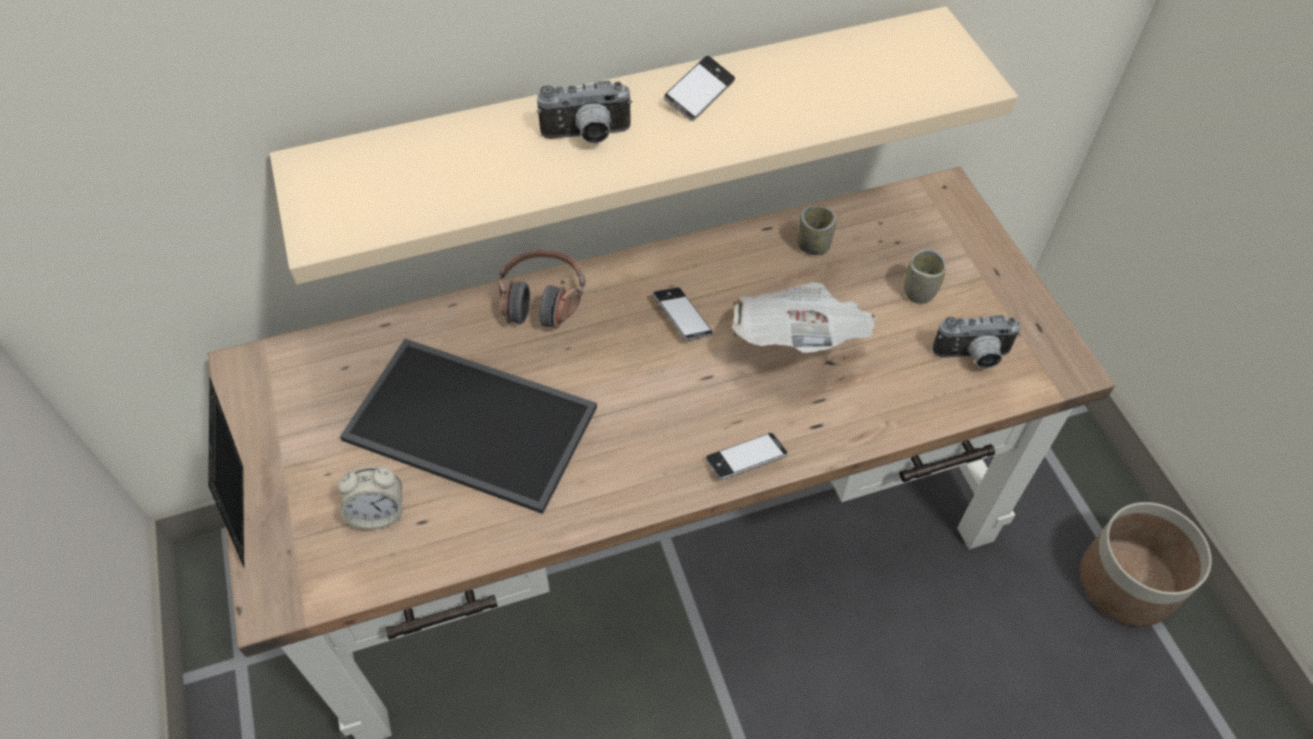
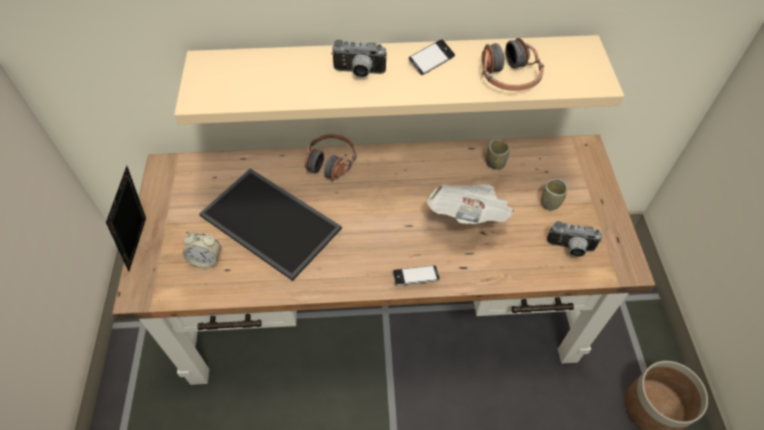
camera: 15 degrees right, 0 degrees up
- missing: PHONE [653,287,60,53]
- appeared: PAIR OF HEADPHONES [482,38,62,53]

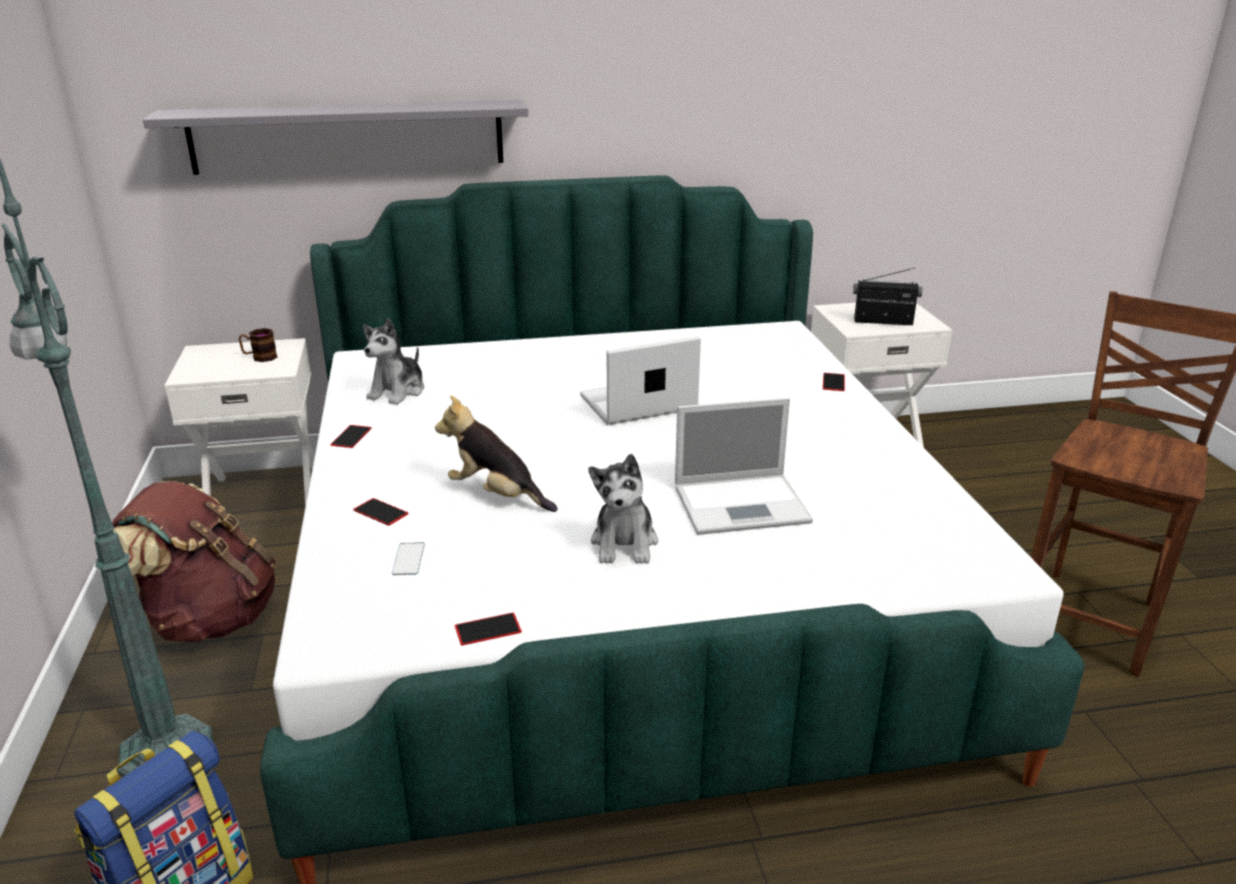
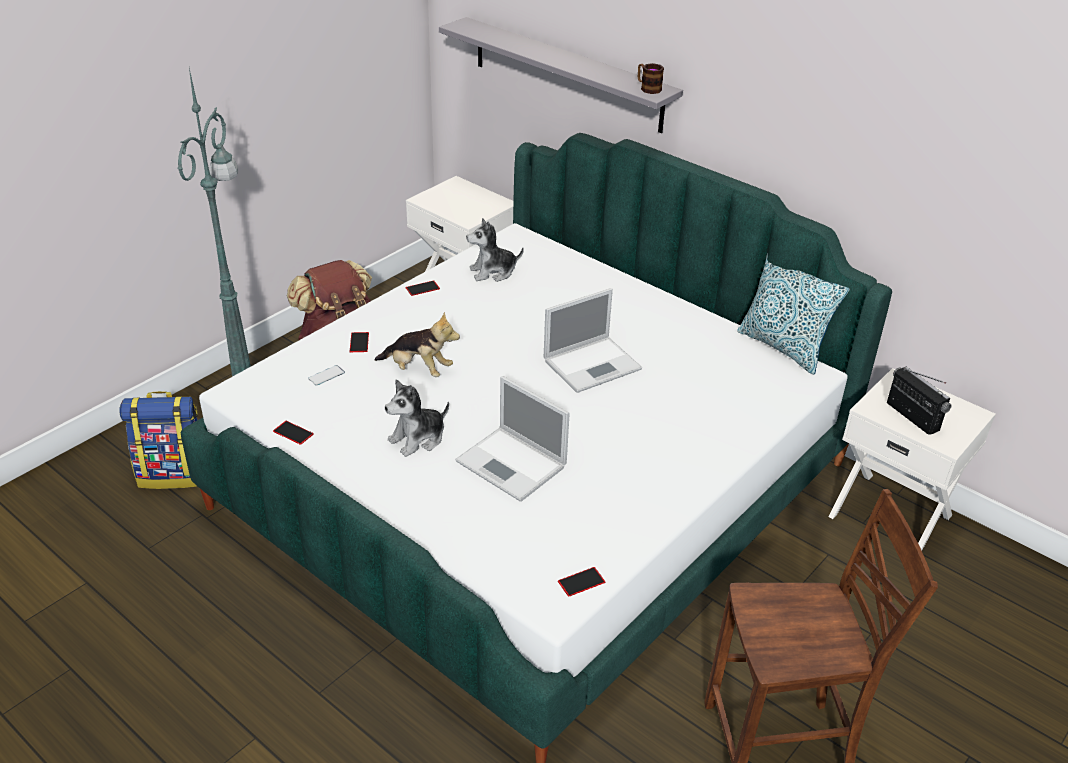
camera: 50 degrees right, 10 degrees up
- relocated: MUG [239,328,38,34] to [638,63,26,31]
- spun: LAPTOP [580,336,121,89] = [544,288,98,105] 120 degrees clockwise
- relocated: PHONE [823,373,22,18] to [558,567,47,30]
- spun: PLUSH TOY [435,395,123,117] = [374,312,86,65] 120 degrees clockwise
- appeared: THROW PILLOW [737,252,113,123]

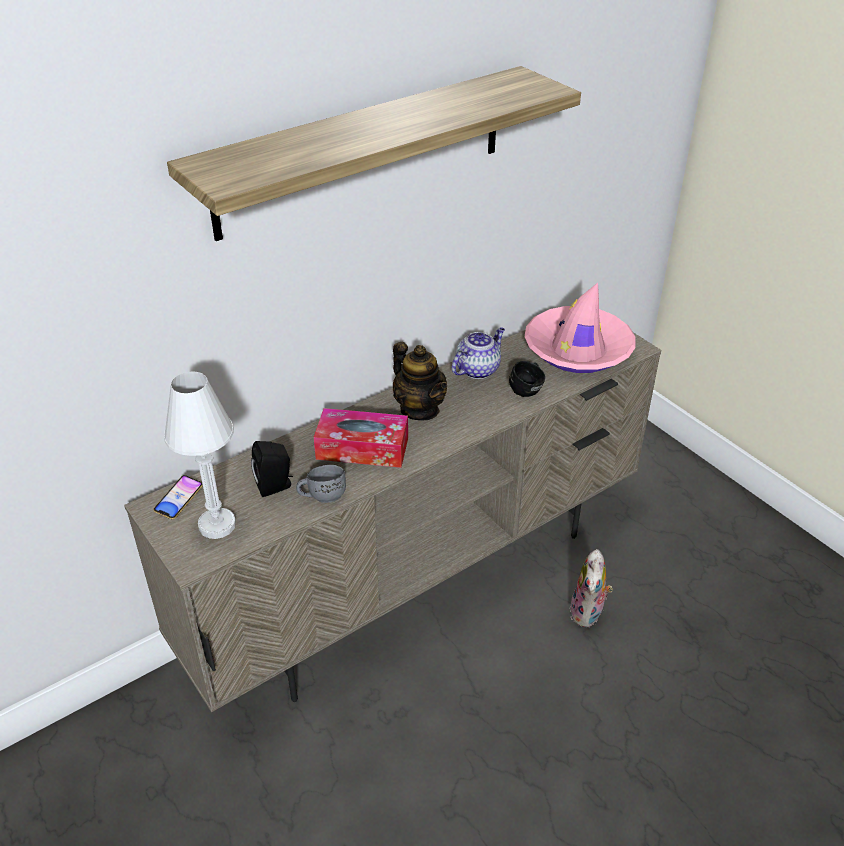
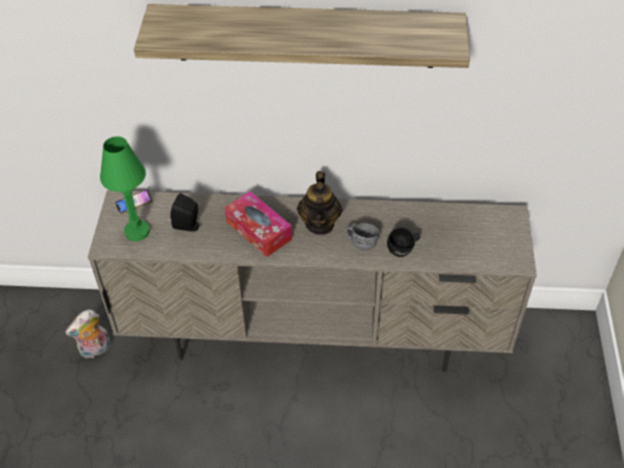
camera: 40 degrees right, 10 degrees up
- missing: PINK-COLOURED WEARABLE HAT [525,283,111,90]
- missing: TEA POT [452,328,53,51]
- colour: WHITE LAMP FOR A TABLE [164,371,72,168] to GREENISH LAMP FOR A TABLE [100,136,50,105]
- relocated: GREY MUG [296,465,50,38] to [345,223,34,27]
- relocated: PLUSH TOY [570,549,43,78] to [65,309,45,50]

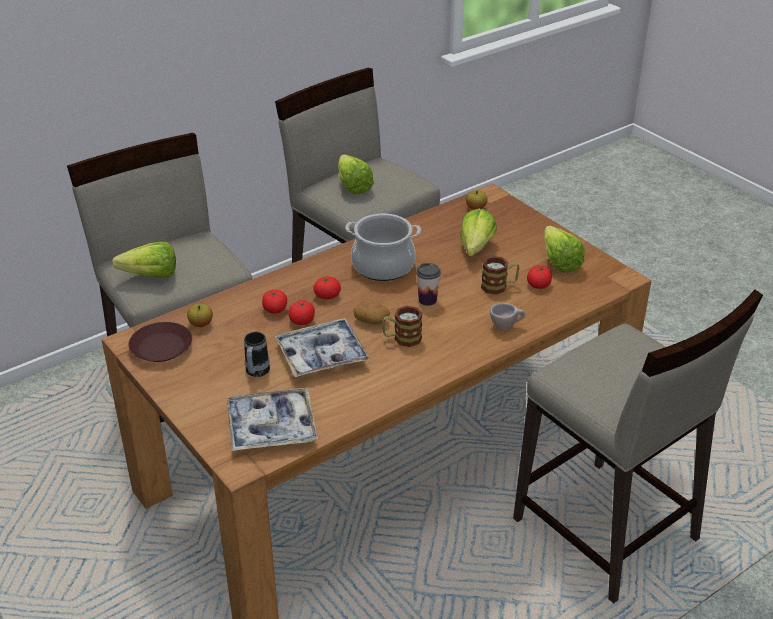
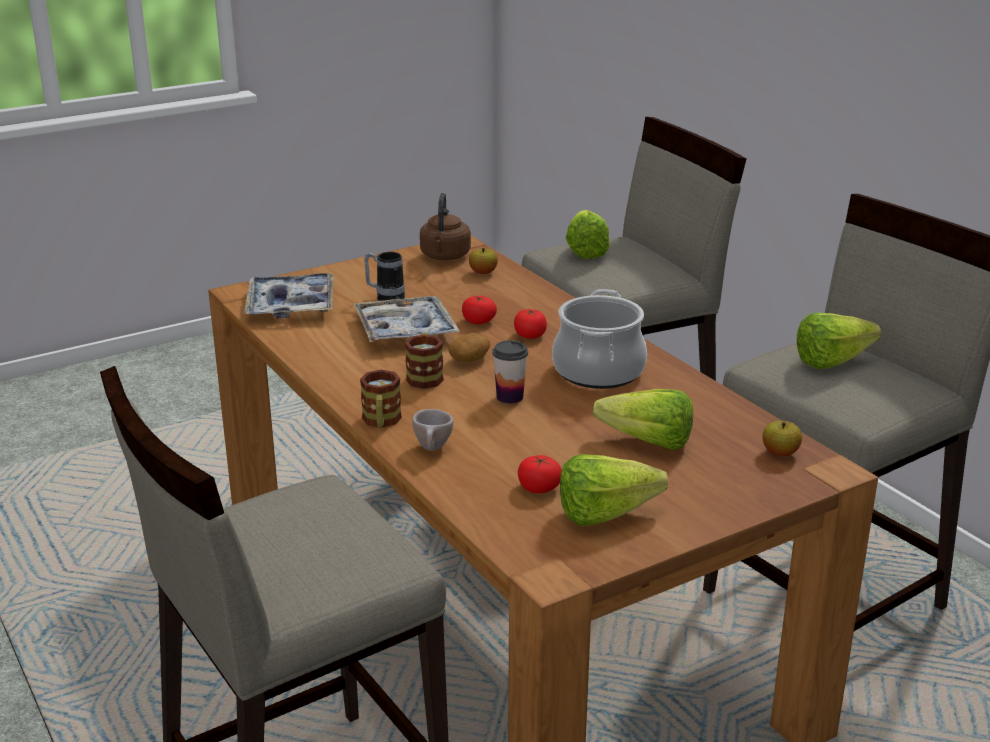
camera: 95 degrees right, 10 degrees down
- relocated: MUG [481,256,39,39] to [360,370,42,58]
- missing: WHOLE TOMATO [262,290,25,24]
- exchanged: BROWNISH PLATE [128,322,64,40] to BROWNISH TEA KETTLE [420,193,51,67]

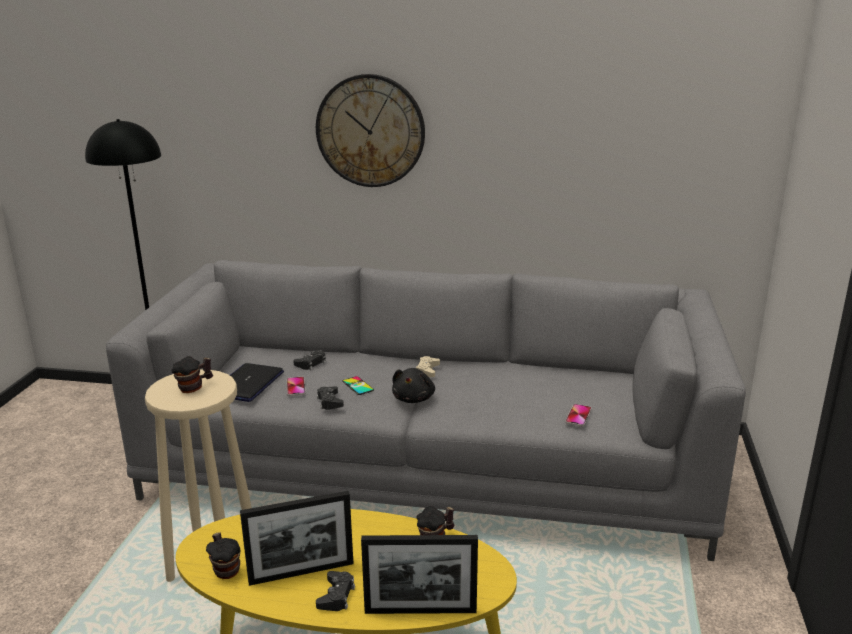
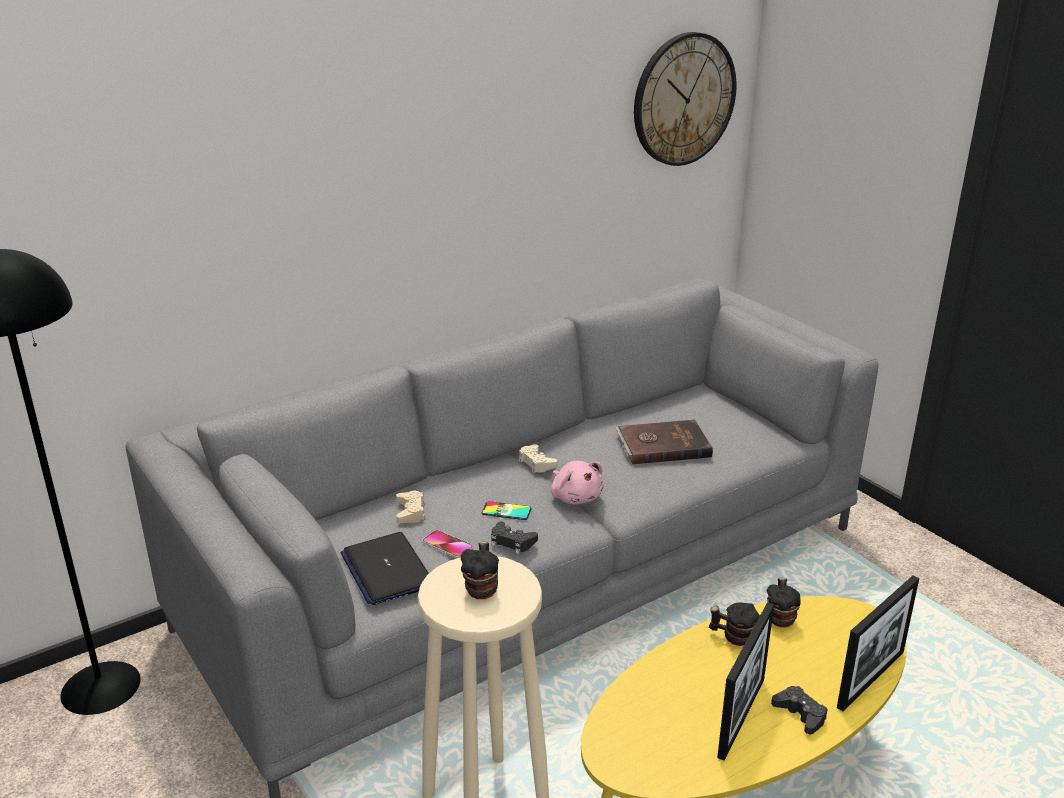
camera: 45 degrees left, 5 degrees up
- relocated: HANGING CLOCK [316,74,109,113] to [634,32,102,134]
- colour: BLACKISH JOYPAD [293,350,33,20] to BEIGE JOYPAD [396,491,29,32]
- colour: BLACKISH PLUSH TOY [392,368,43,35] to PINK-COLOURED PLUSH TOY [551,461,53,43]
- missing: PHONE [565,404,27,23]
- relocated: MUG [206,532,34,47] to [709,602,51,44]
- appeared: BROWNISH BOUND BOOK [616,420,97,44]

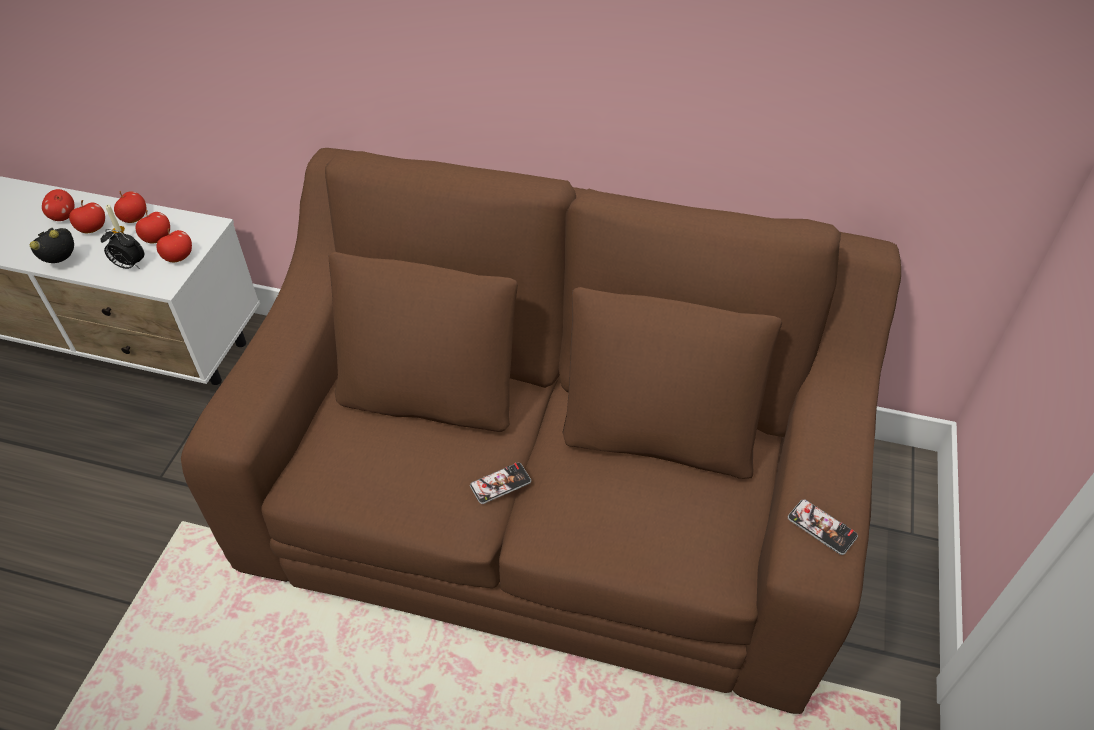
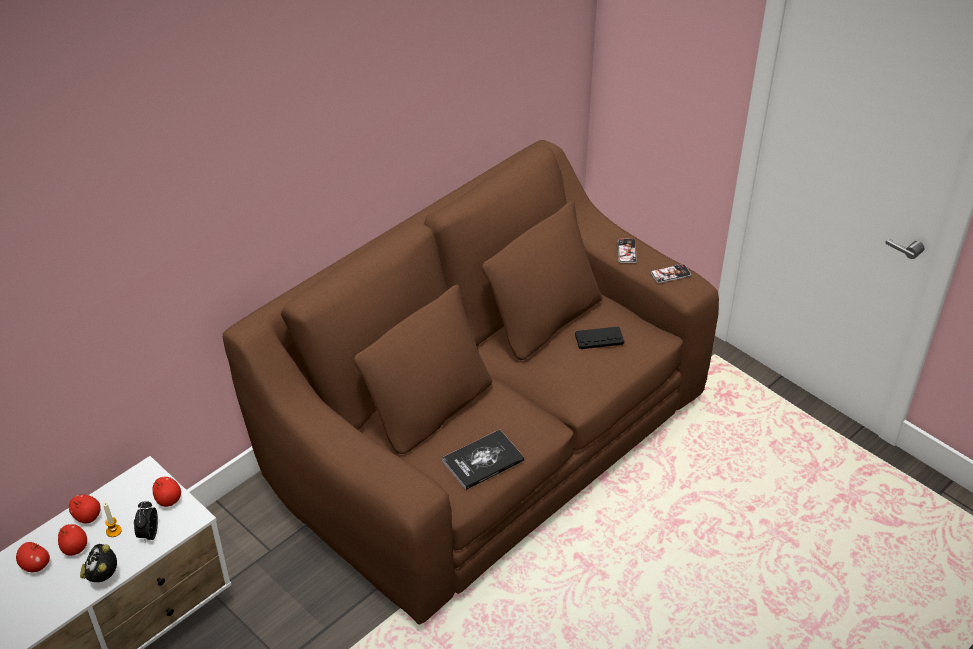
camera: 60 degrees left, 5 degrees down
- missing: APPLE FRUIT [135,210,35,33]
- spun: BEDSIDE CLOCK [100,229,44,40] = [134,501,24,41] 135 degrees clockwise
- relocated: PHONE [470,463,61,41] to [618,239,19,24]
- appeared: BLACKISH JOYPAD [575,326,49,23]
- appeared: BOUND BOOK [442,429,83,61]

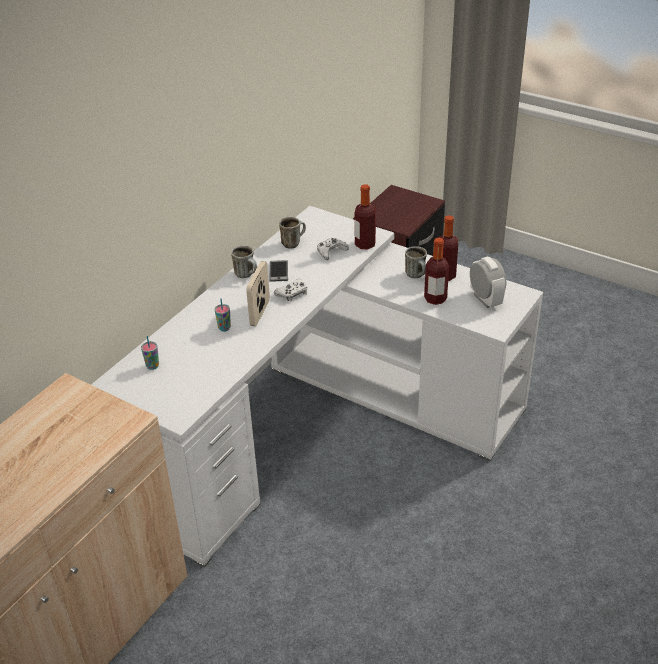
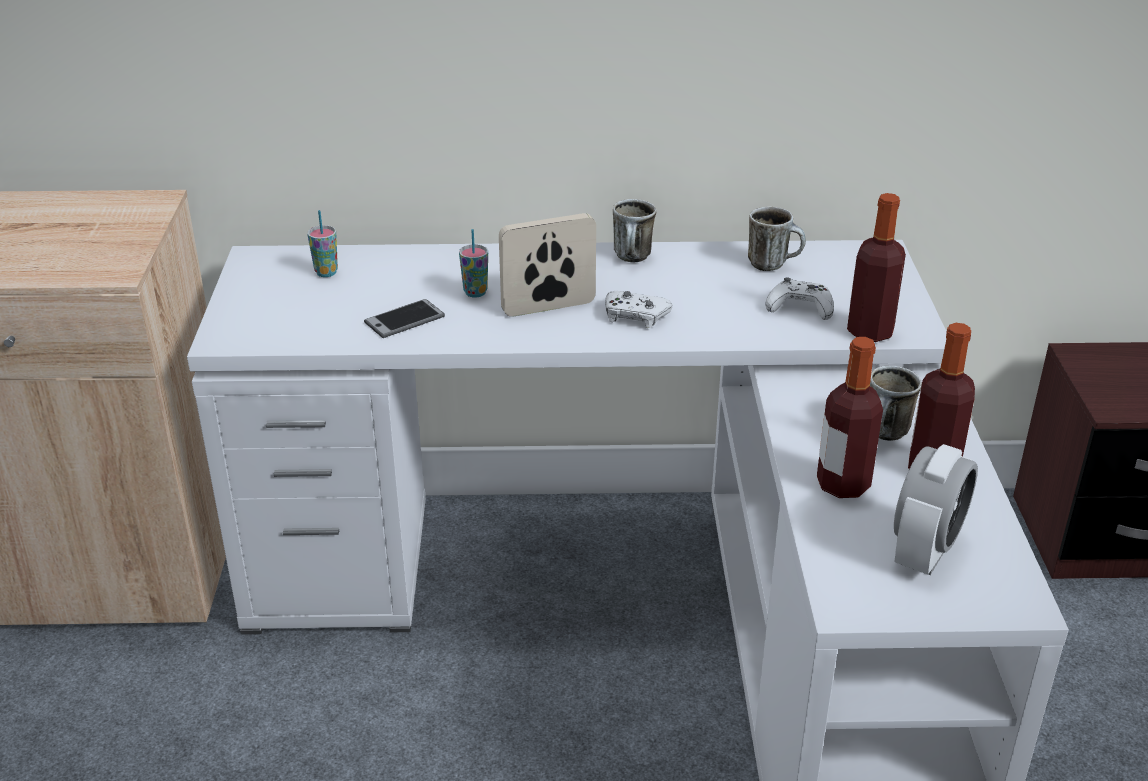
camera: 55 degrees right, 5 degrees down
- relocated: PHONE [269,260,19,22] to [364,299,81,39]

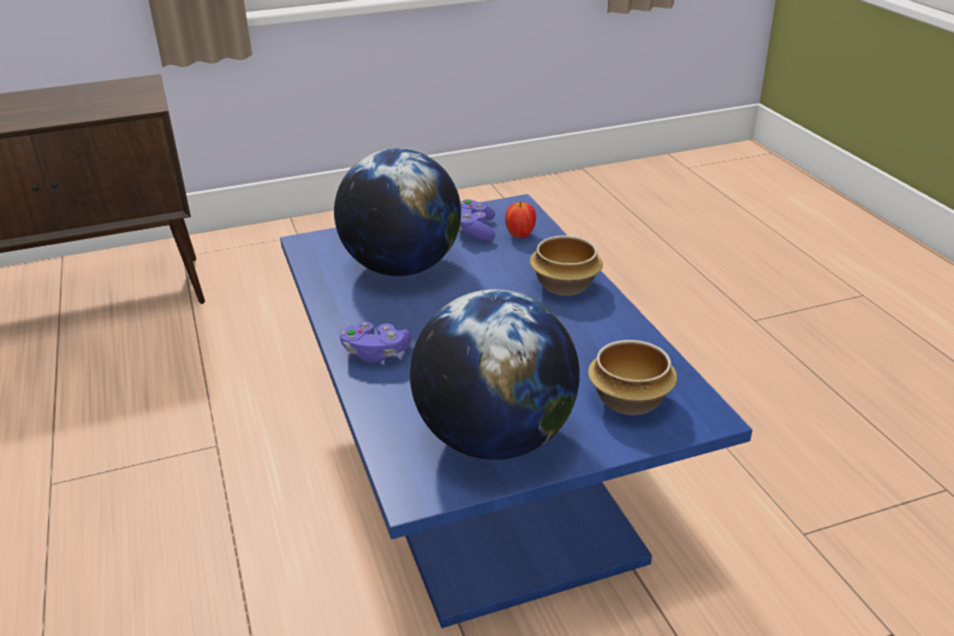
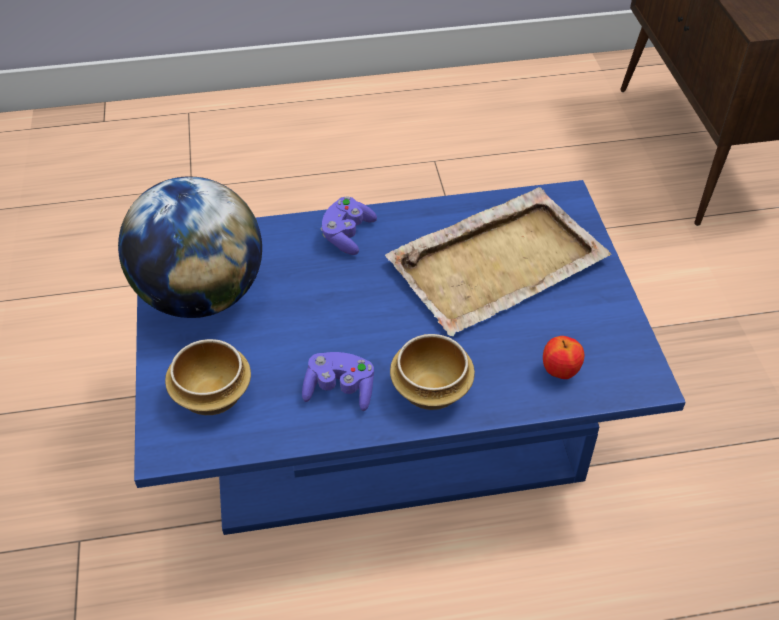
camera: 100 degrees right, 15 degrees up
- exchanged: DESK GLOBE [334,148,127,128] to BEIGE SERVING TRAY [385,187,226,149]
- relocated: PURPLE JOYPAD [459,199,36,42] to [302,352,72,59]

